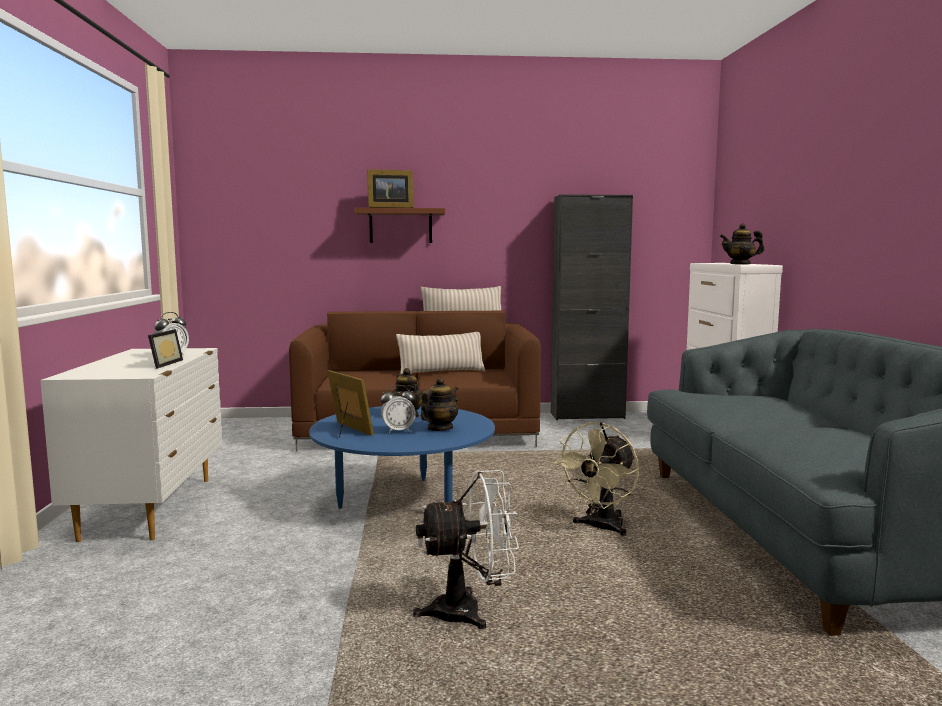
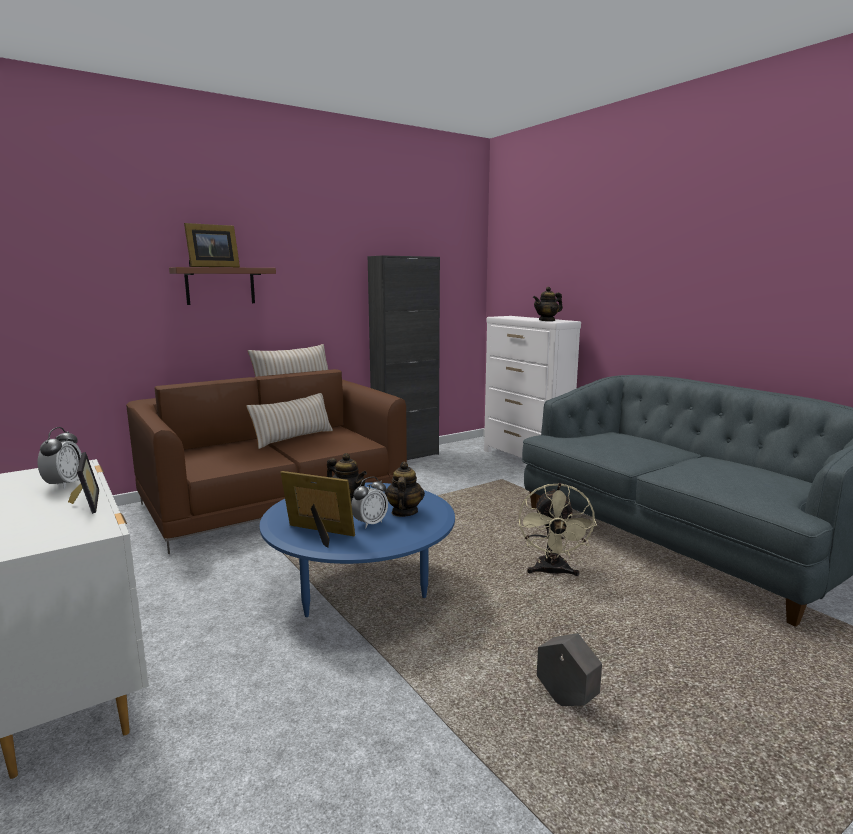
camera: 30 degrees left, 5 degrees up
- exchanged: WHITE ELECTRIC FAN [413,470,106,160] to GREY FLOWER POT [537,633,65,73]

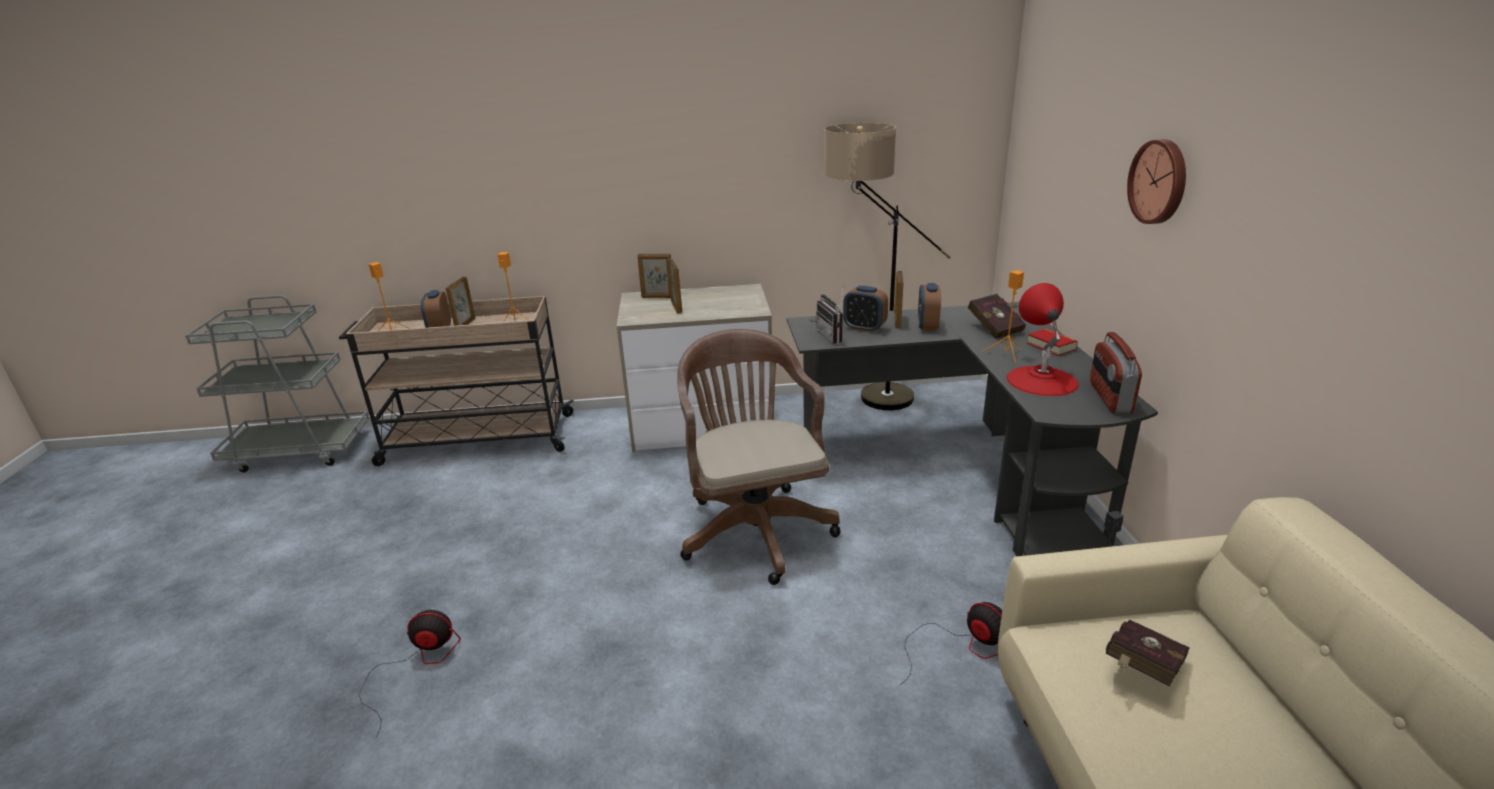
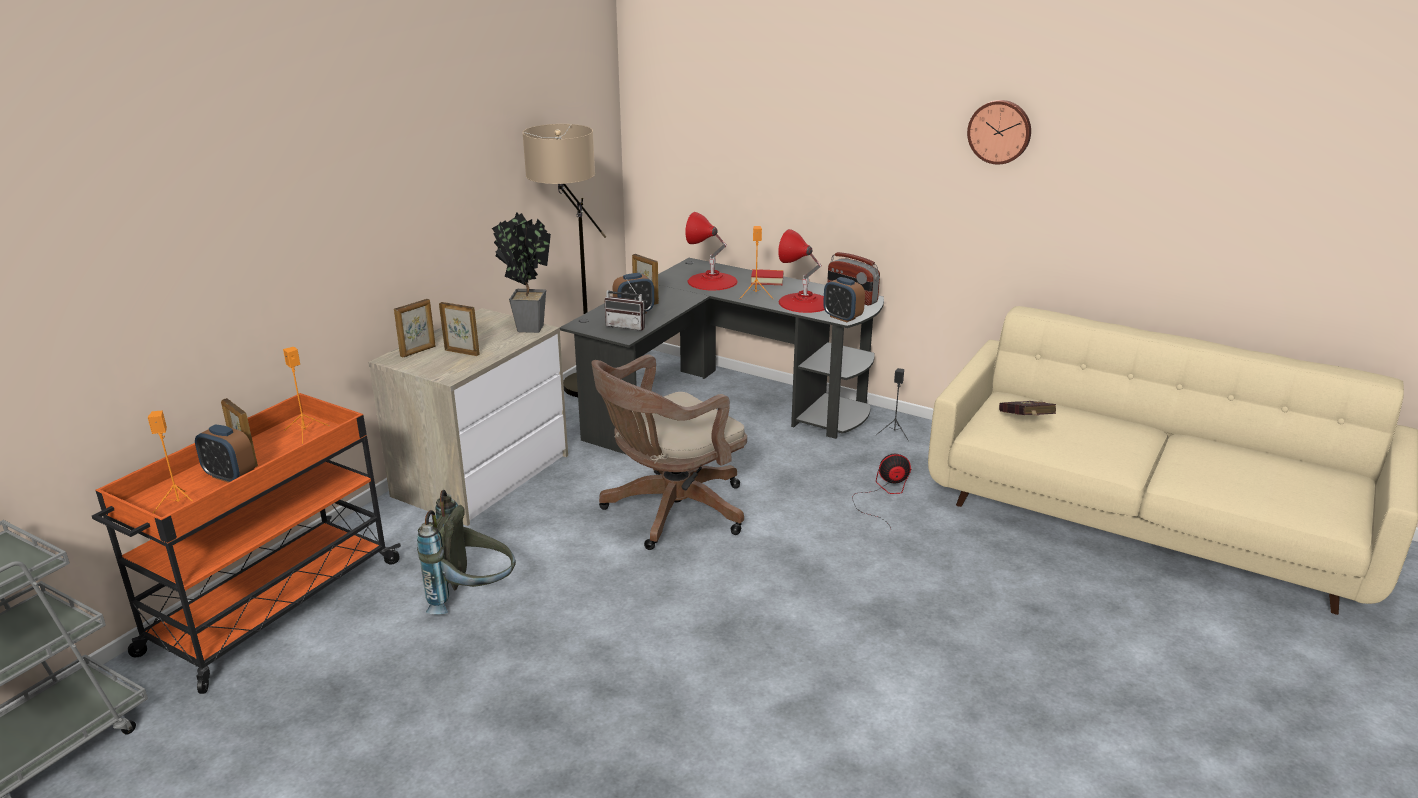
camera: 55 degrees left, 0 degrees up
- relocated: HANGING CLOCK [1127,139,59,85] to [967,100,64,64]
- relocated: BEDSIDE CLOCK [918,283,23,48] to [823,277,42,46]
- exchanged: RED BOUND BOOK [967,294,59,45] to RED LAMP FOR A TABLE [685,212,53,78]
- colour: BEIGE WHEELED CART [339,296,235,170] to ORANGE-COLOURED WHEELED CART [92,393,309,301]
- spun: BROWNISH DESK CHAIR [677,329,164,256] = [591,354,156,196] 60 degrees counterclockwise
- missing: ELECTRIC FAN [359,610,101,128]
- appeared: HOUSEPLANT [492,213,59,120]
- appeared: GREY KNAPSACK [417,490,99,124]

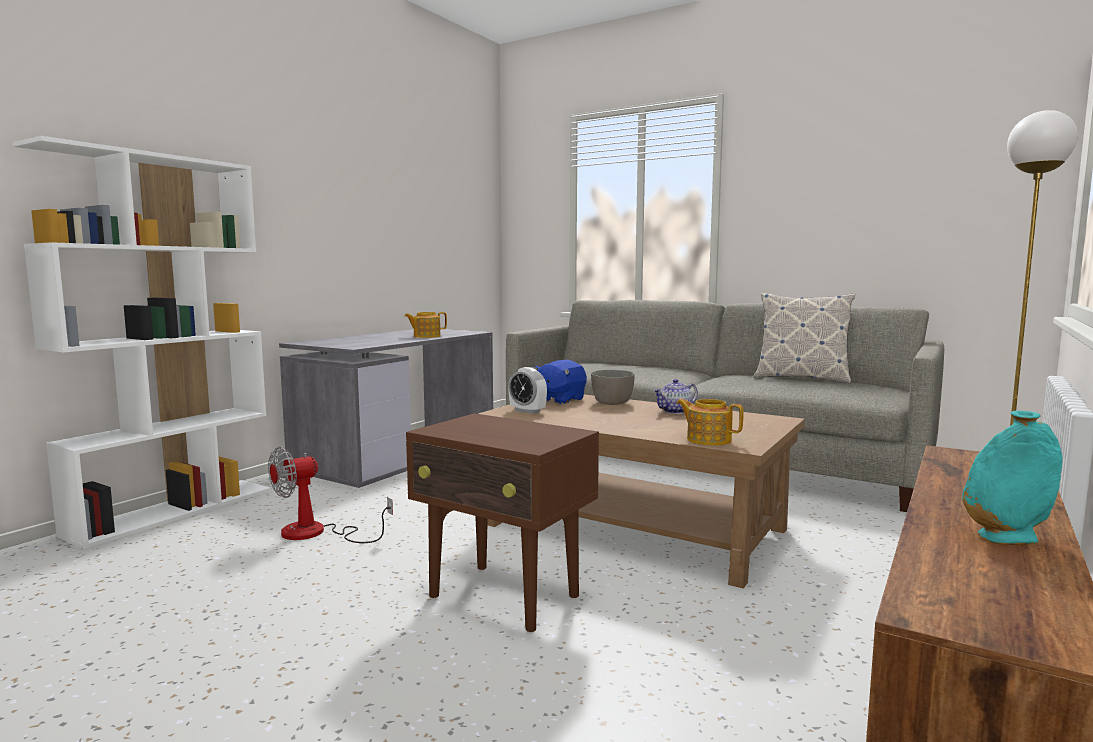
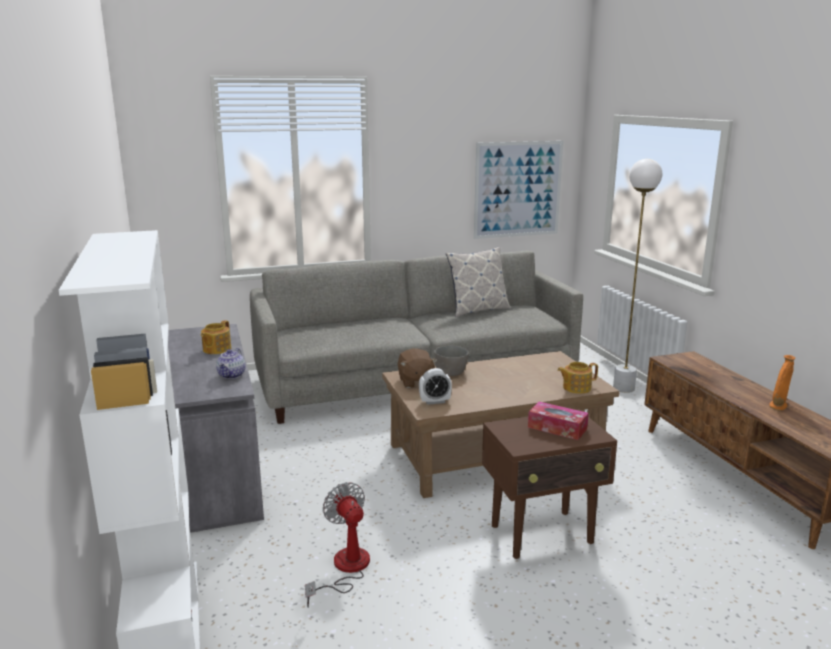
camera: 50 degrees left, 10 degrees up
- colour: BLUISH PLUSH TOY [532,360,55,44] to BROWNISH PLUSH TOY [397,348,41,40]
- relocated: TEA POT [653,379,45,35] to [216,348,30,31]
- colour: TURQUOISE FLOWER VASE [962,411,101,134] to ORANGE-COLOURED FLOWER VASE [769,355,26,56]
- spun: ELECTRIC FAN [268,446,125,97] = [305,482,65,126] 150 degrees clockwise
- appeared: WALL ART [474,141,89,98]
- appeared: BOX OF TISSUES [528,402,61,38]

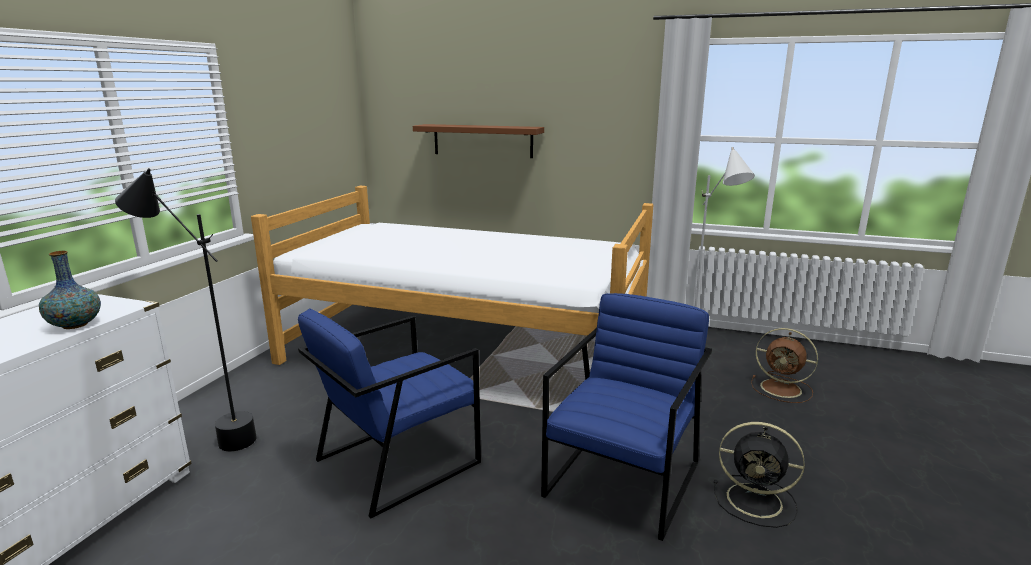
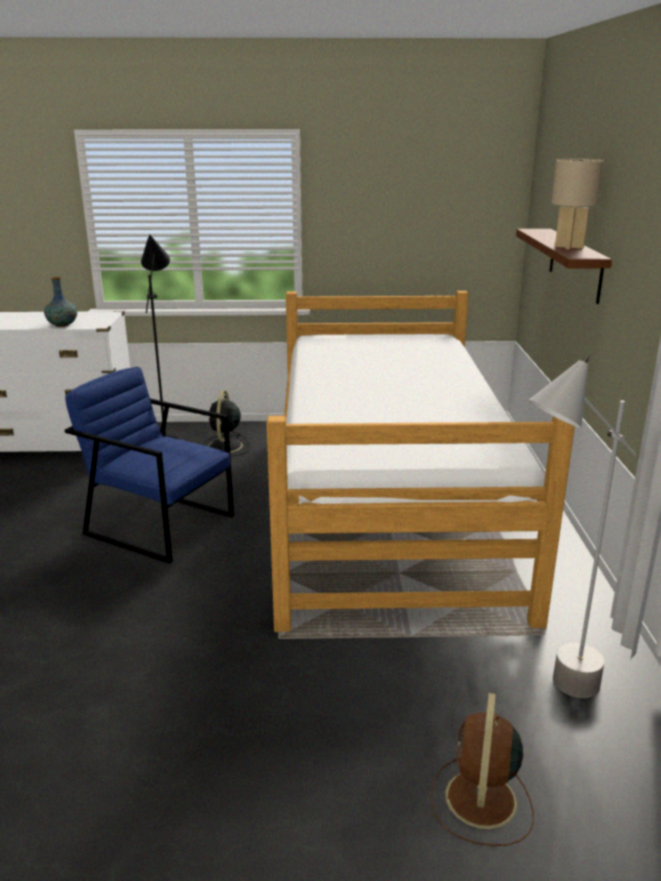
camera: 70 degrees right, 5 degrees up
- missing: BLUISH LOUNGE CHAIR [541,293,171,248]
- relocated: BLACKISH ELECTRIC FAN [714,422,91,106] to [202,391,48,65]
- appeared: BEIGE LAMP FOR A TABLE [552,159,52,91]

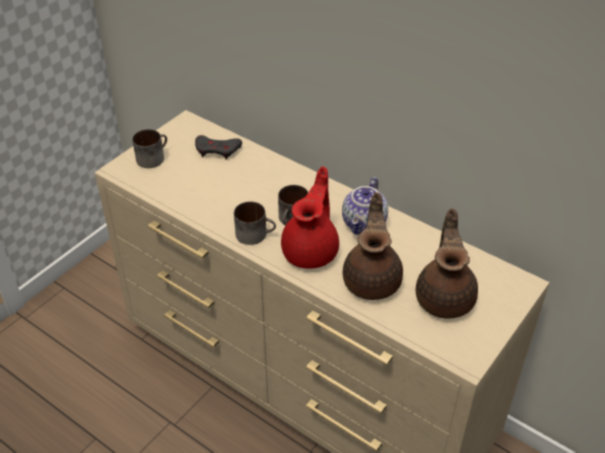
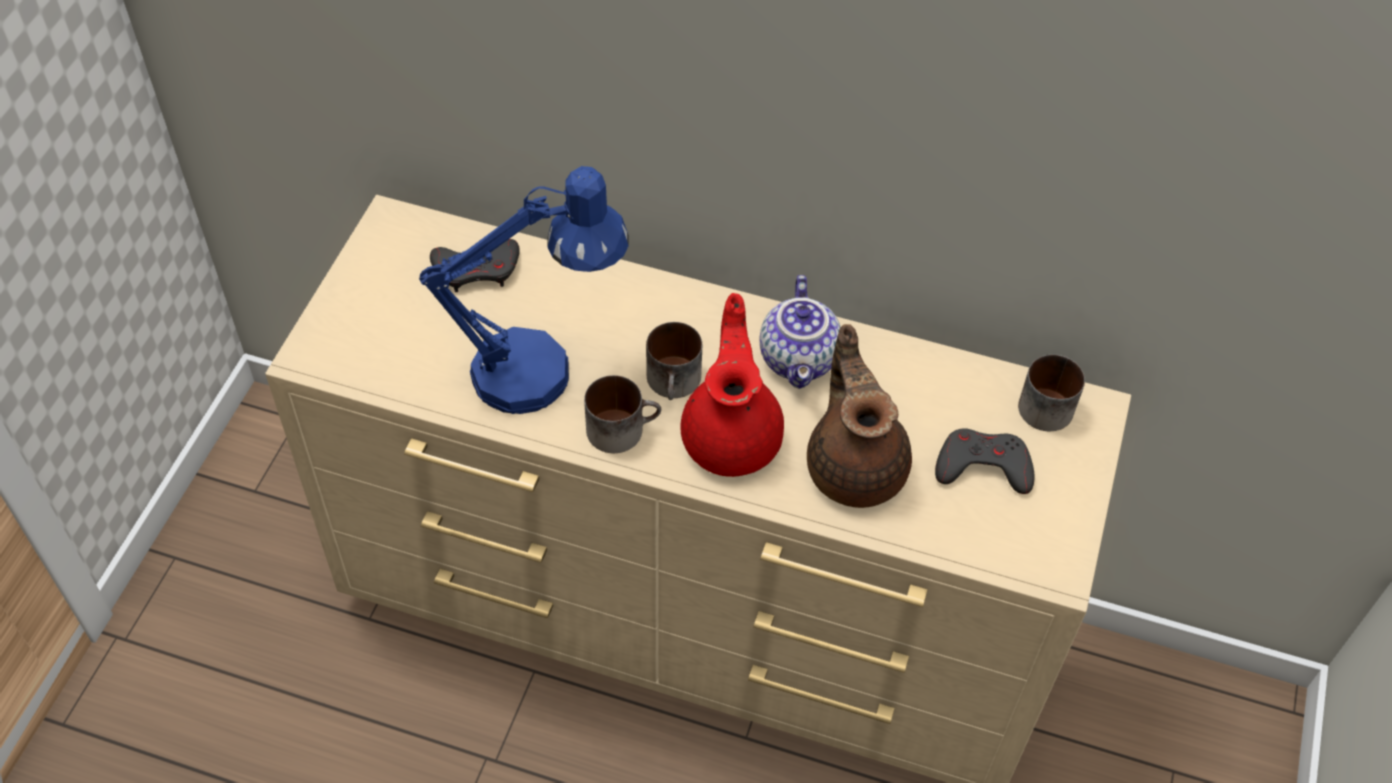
camera: 20 degrees left, 10 degrees up
- relocated: MUG [132,129,35,39] to [1018,355,67,76]
- exchanged: BROWNISH TEA POT [416,208,62,111] to GREY JOYPAD [935,429,100,65]
- appeared: BLUISH LAMP FOR A TABLE [419,166,210,248]

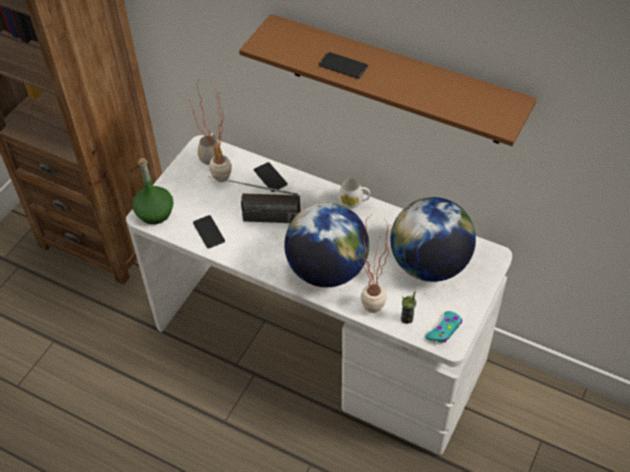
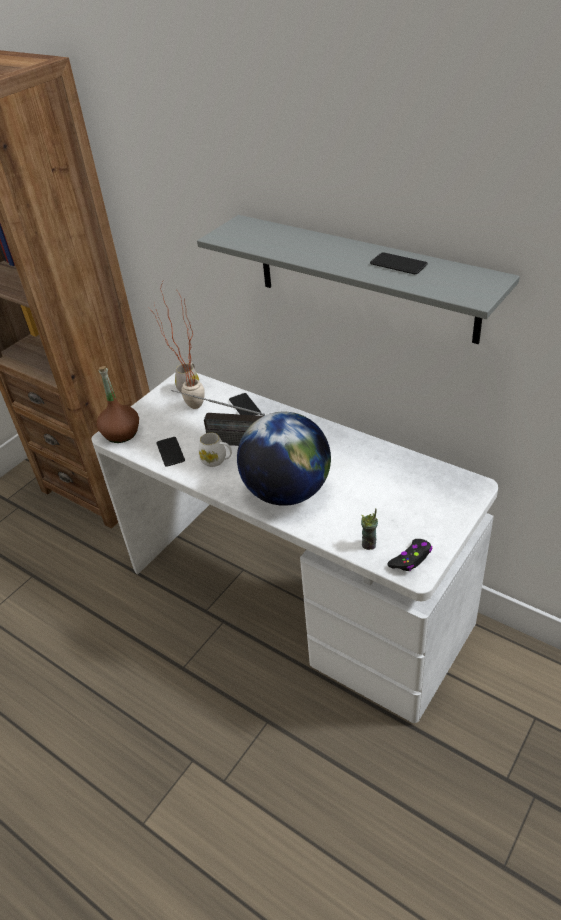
camera: 10 degrees right, 10 degrees down
- colour: BROWNISH SHELF [239,14,298,132] to GREY SHELF [197,215,323,129]
- relocated: PHONE [319,52,49,27] to [370,252,58,22]
- colour: GREENISH DRINK BOTTLE [132,158,41,66] to BROWNISH DRINK BOTTLE [97,366,42,77]
- relocated: WHITE MUG [338,178,32,31] to [198,433,34,34]
- missing: DESK GLOBE [390,197,86,85]
- missing: HOUSEPLANT [350,214,41,99]
- colour: TURQUOISE JOYPAD [425,311,37,32] to BLACKISH JOYPAD [387,539,45,32]

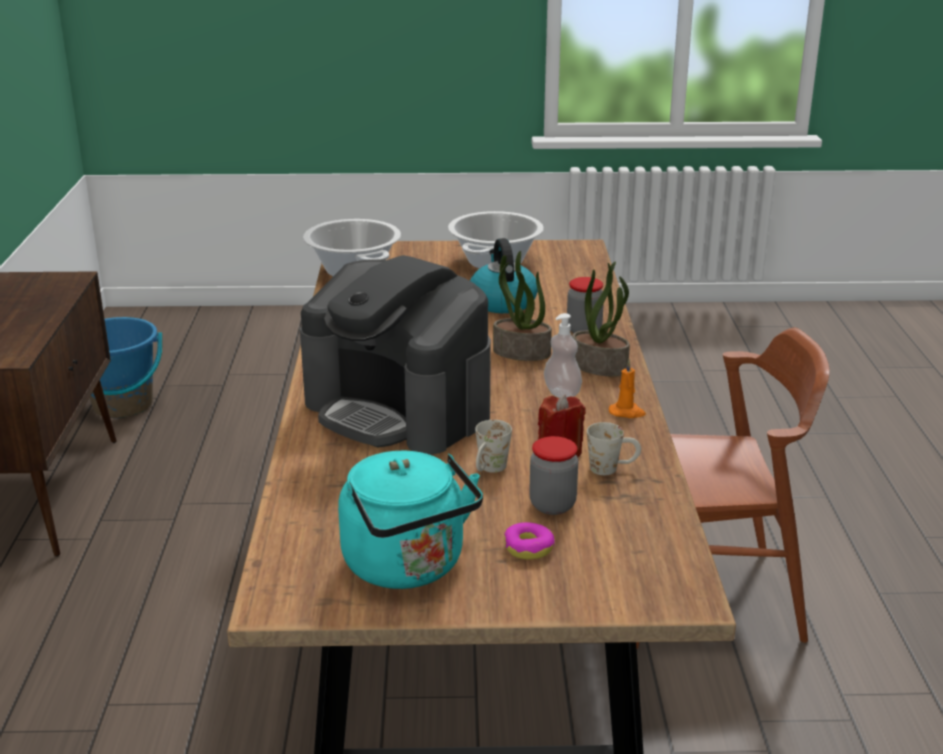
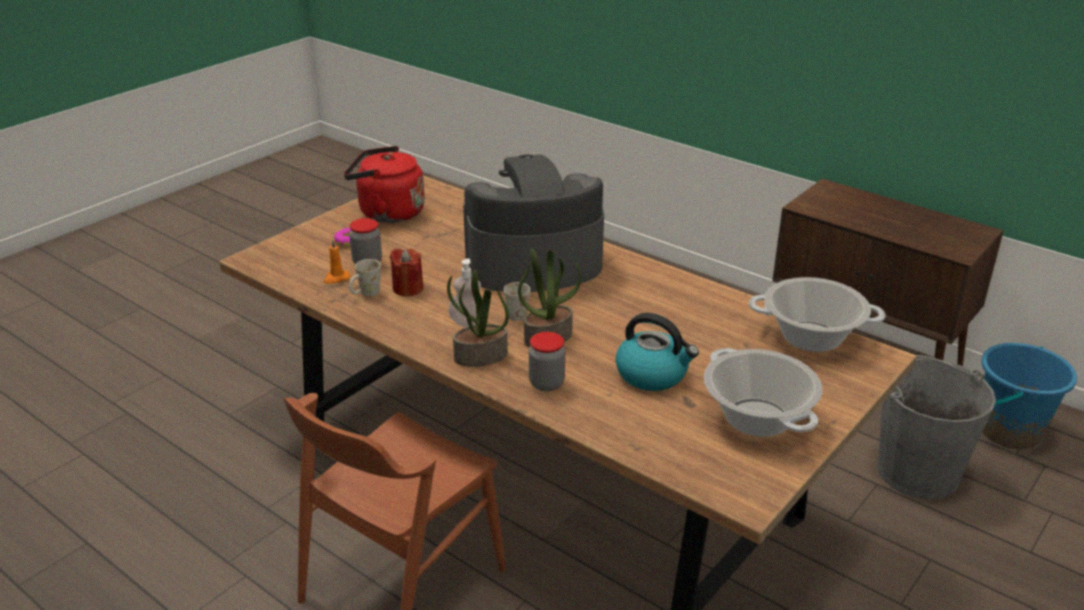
camera: 130 degrees right, 5 degrees up
- relocated: ORANGE-COLOURED WAX CANDLE [609,359,37,59] to [323,239,27,45]
- relocated: WHITE MUG [475,420,37,53] to [504,282,26,39]
- colour: TURQUOISE TEA KETTLE [338,451,145,138] to RED TEA KETTLE [344,146,81,77]
- appeared: GREY BUCKET [877,355,119,144]

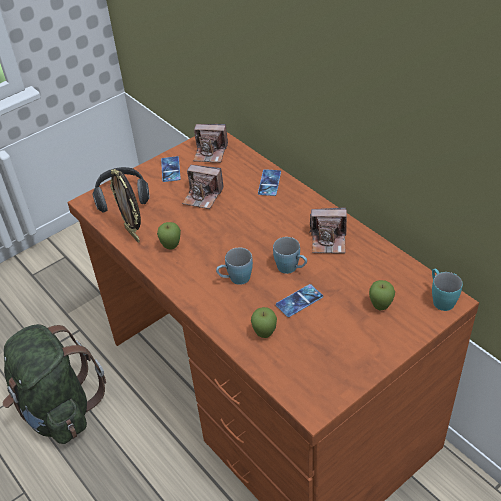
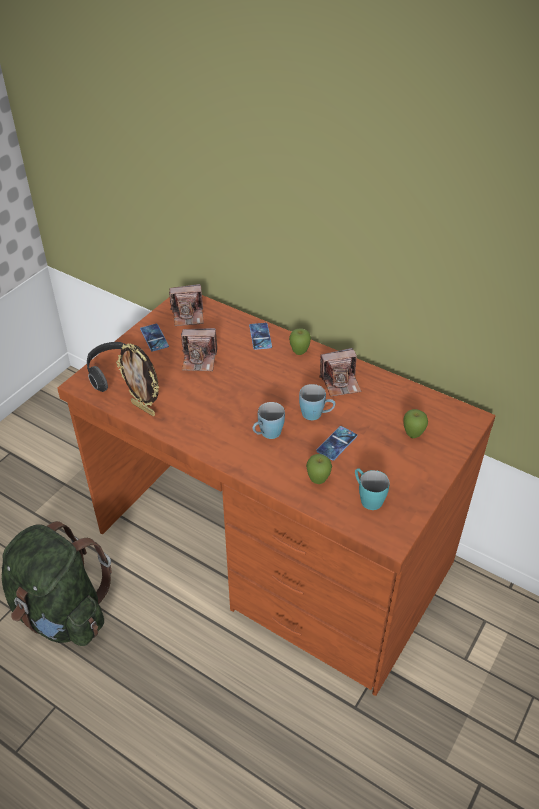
camera: 20 degrees left, 0 degrees up
- relocated: APPLE FRUIT [157,222,24,28] to [289,329,22,26]
- relocated: TURQUOISE MUG [432,268,31,43] to [355,468,35,42]

